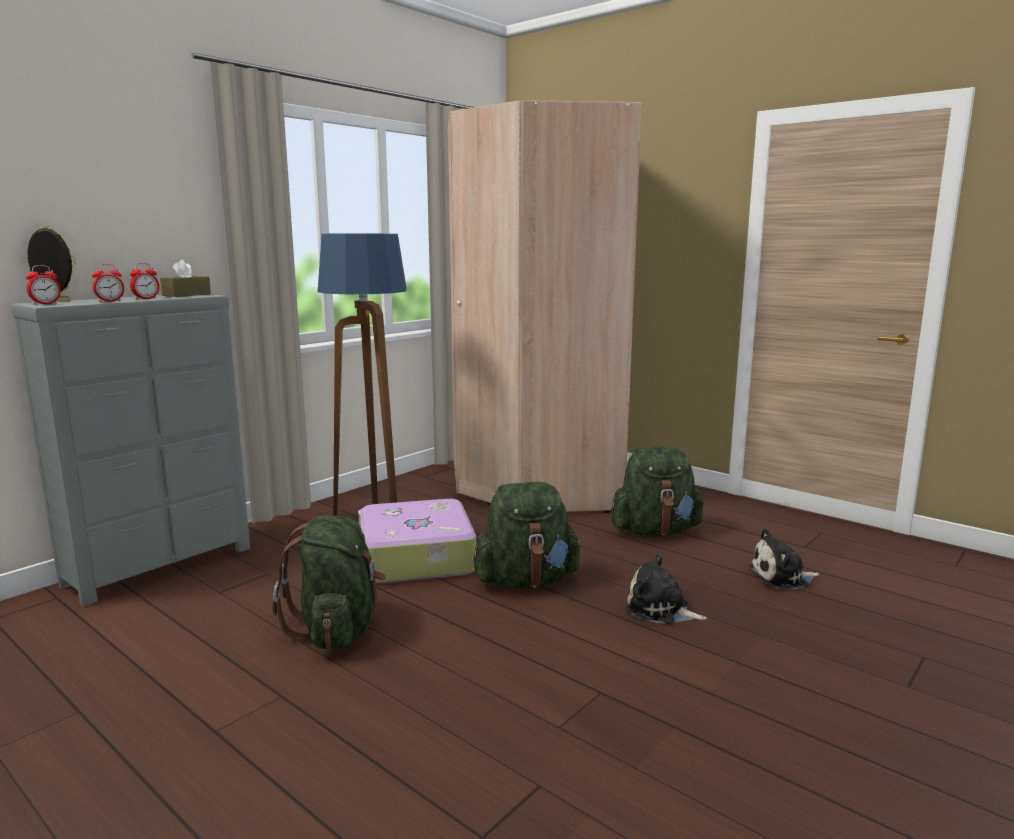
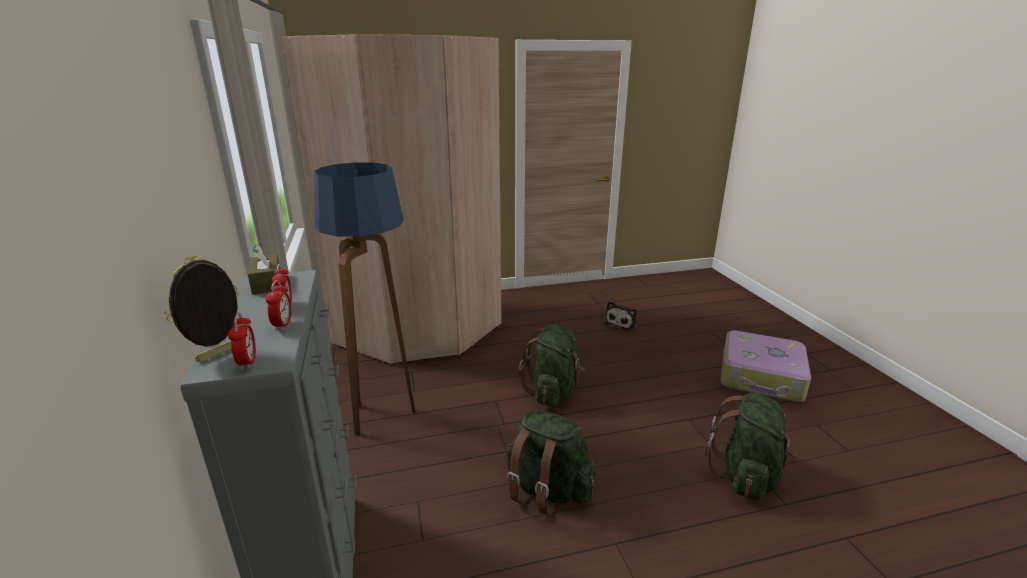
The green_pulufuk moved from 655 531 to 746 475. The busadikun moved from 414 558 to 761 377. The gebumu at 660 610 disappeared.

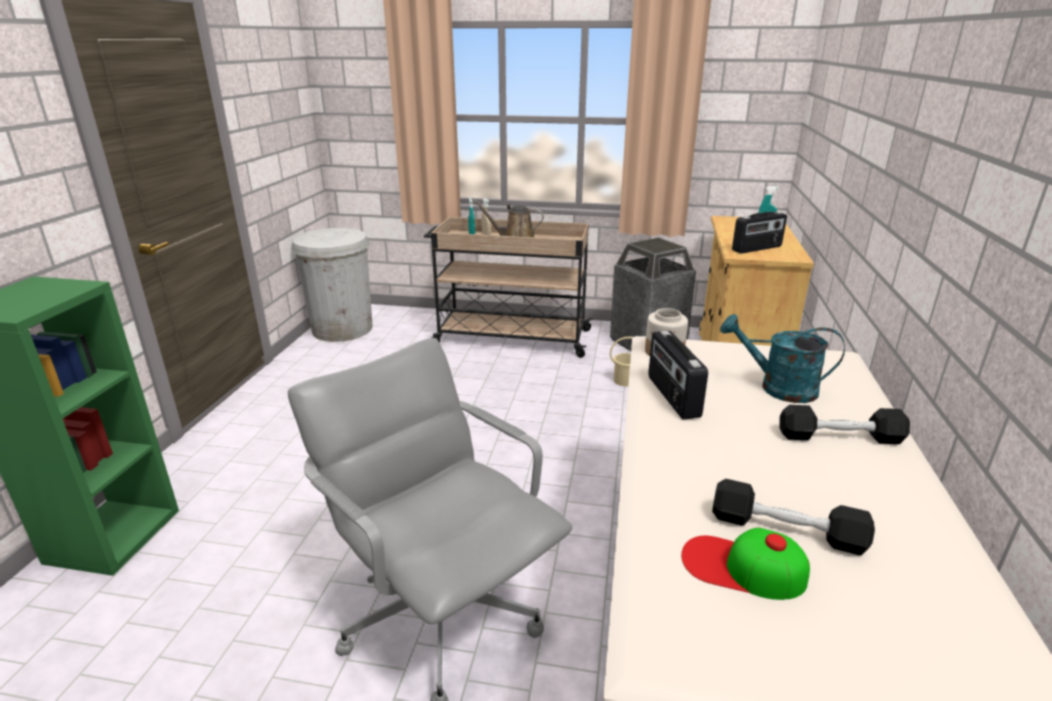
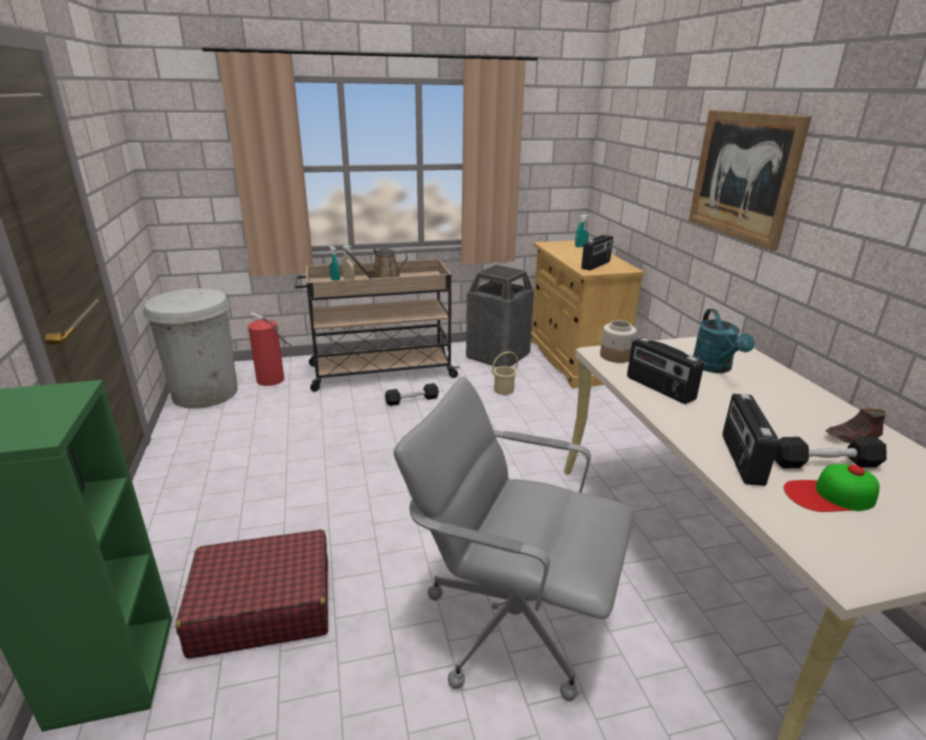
The red_busadikun at 262 606 appeared. The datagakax at 271 380 appeared. The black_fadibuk moved from 840 437 to 412 400. The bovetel at 743 176 appeared. The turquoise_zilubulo at 777 388 turned 90 degrees counterclockwise. The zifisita at 740 459 appeared. The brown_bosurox at 853 436 appeared.

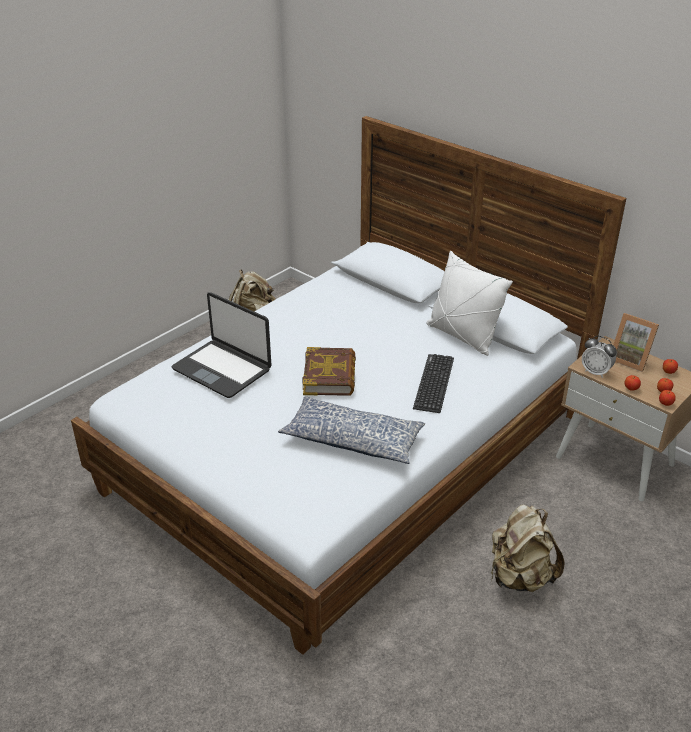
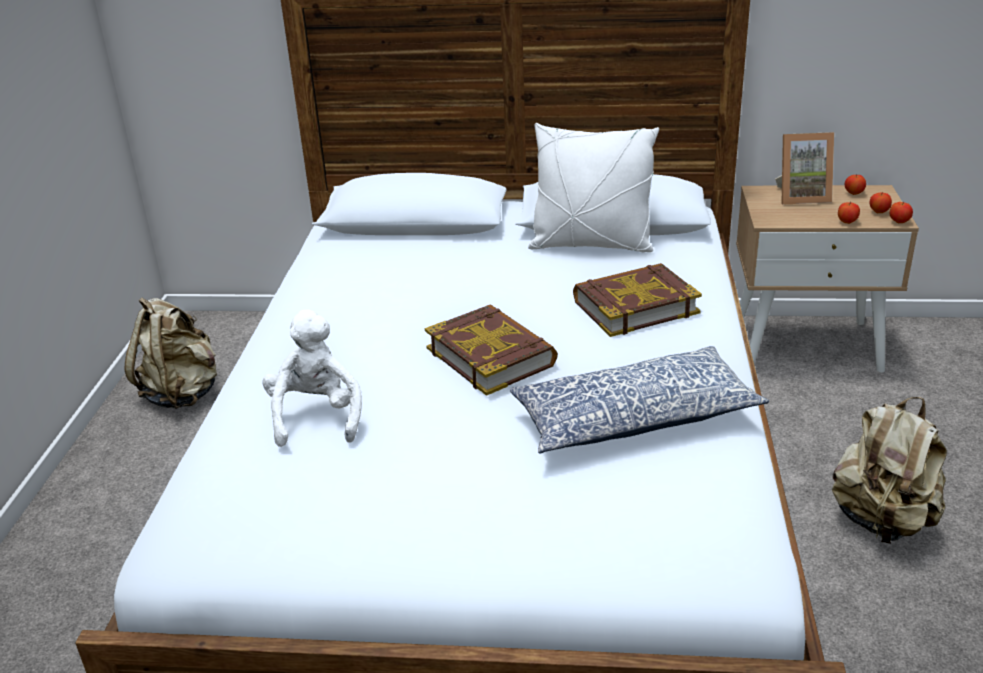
The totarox at 222 369 was replaced by the white_gebumu at 317 416. The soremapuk at 434 383 was replaced by the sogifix at 635 307. The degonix at 595 372 disappeared.

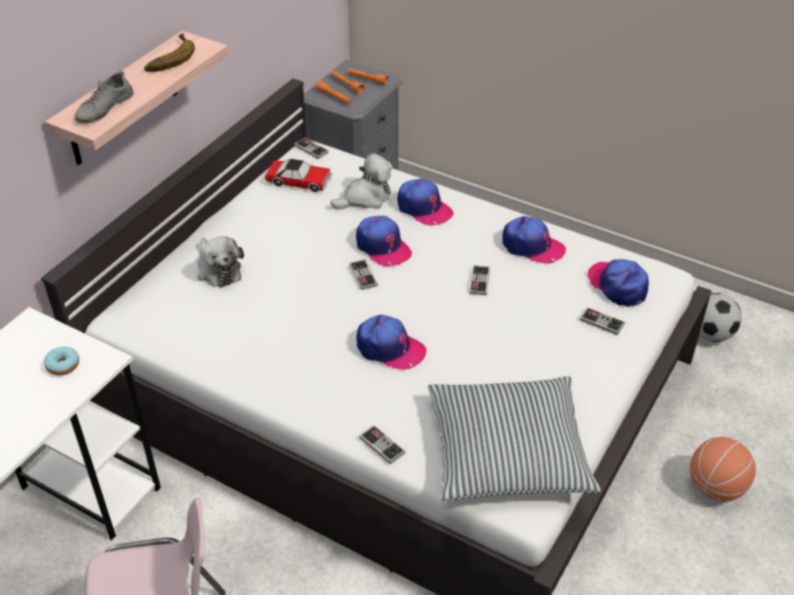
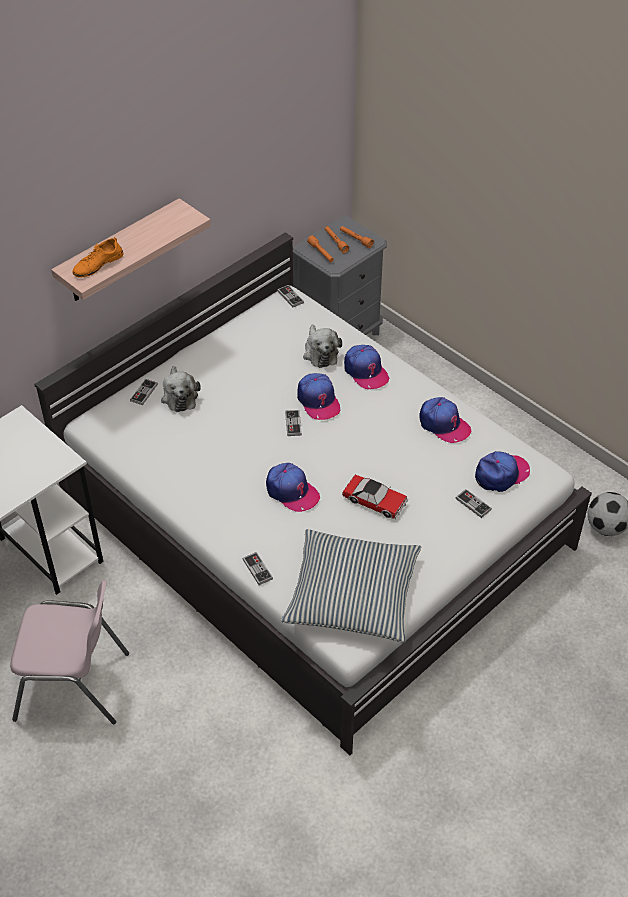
The grey_bosurox at 104 108 became the orange_bosurox at 98 264. The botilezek moved from 479 281 to 144 393. The gebumu at 365 198 turned 90 degrees clockwise. The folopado moved from 299 181 to 375 501. The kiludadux at 618 285 turned 75 degrees clockwise. The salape at 63 365 disappeared. The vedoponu at 167 57 disappeared. The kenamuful at 716 487 disappeared.

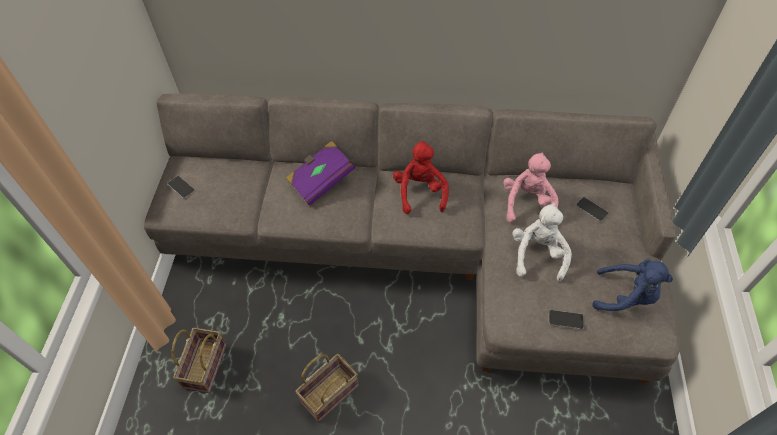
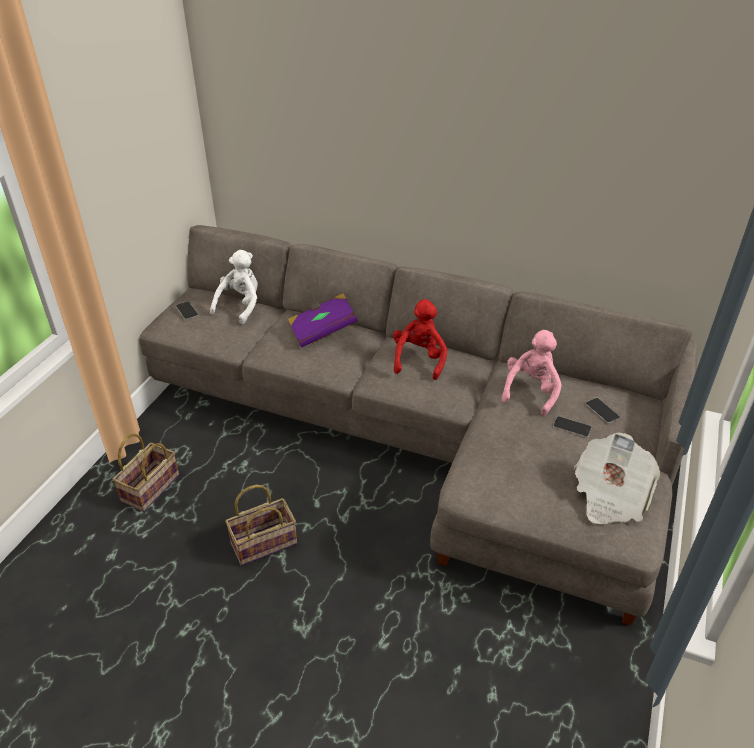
The white_gebumu moved from 538 254 to 240 306. The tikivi moved from 566 319 to 572 427. The blue_gebumu at 626 296 was replaced by the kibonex at 610 496.

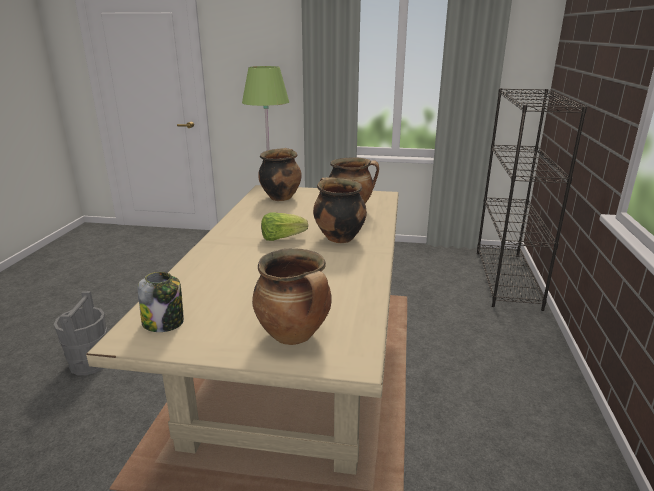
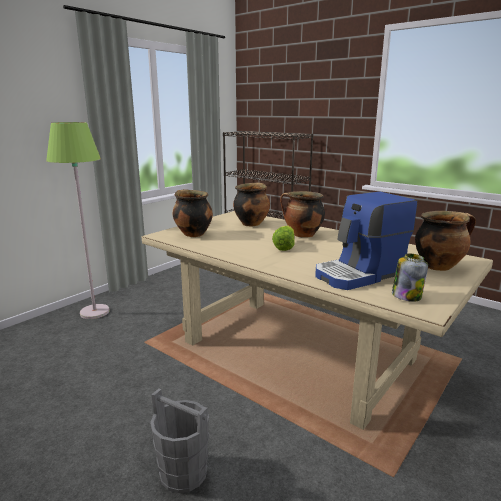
The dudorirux at 360 274 appeared.

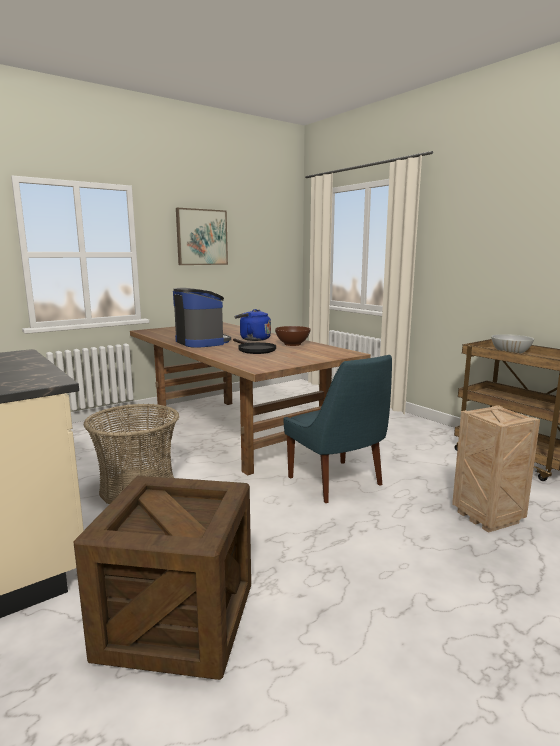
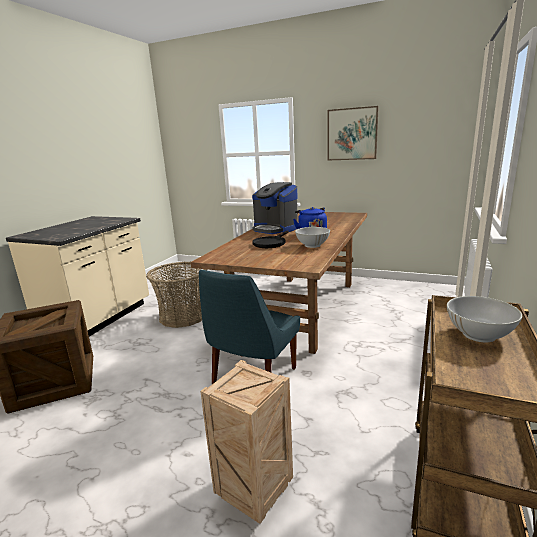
The dudorirux at 202 342 turned 105 degrees clockwise. The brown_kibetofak at 292 344 became the white_kibetofak at 312 245.

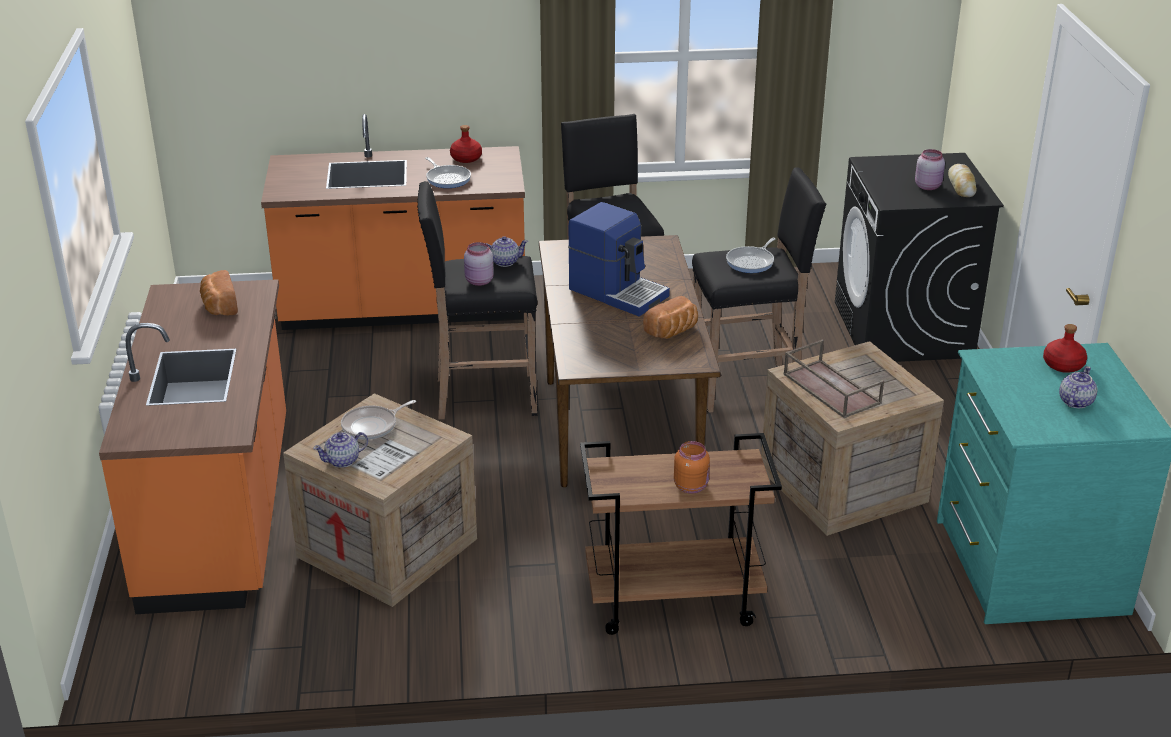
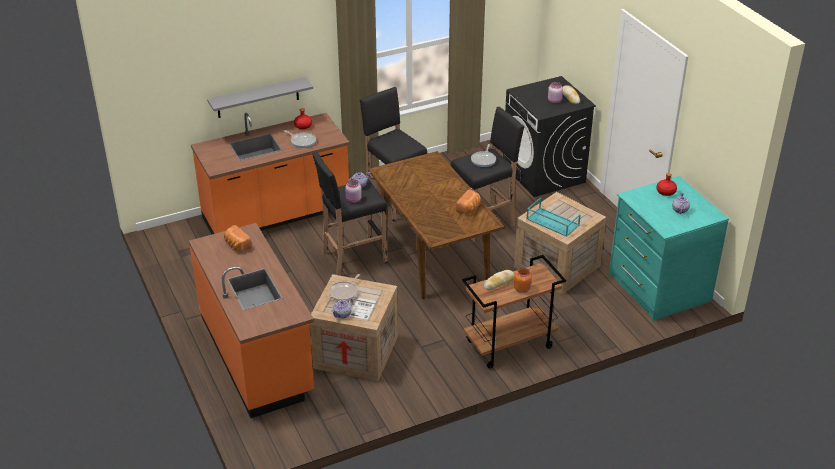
The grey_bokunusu at 258 98 appeared. The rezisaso at 499 282 appeared. The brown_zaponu at 830 388 became the turquoise_zaponu at 552 222. The dudorirux at 618 292 disappeared.

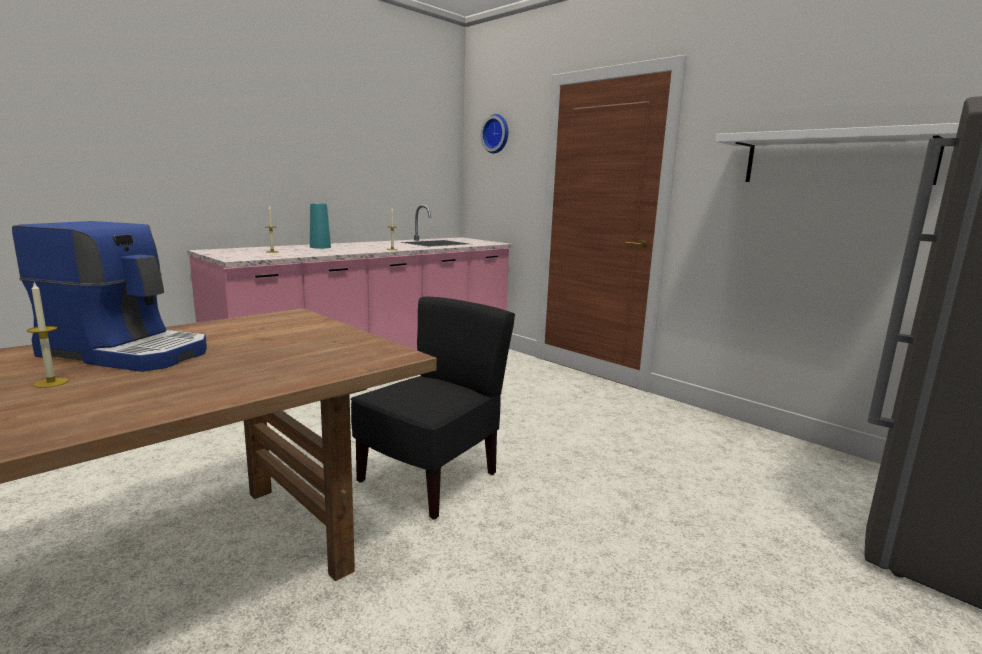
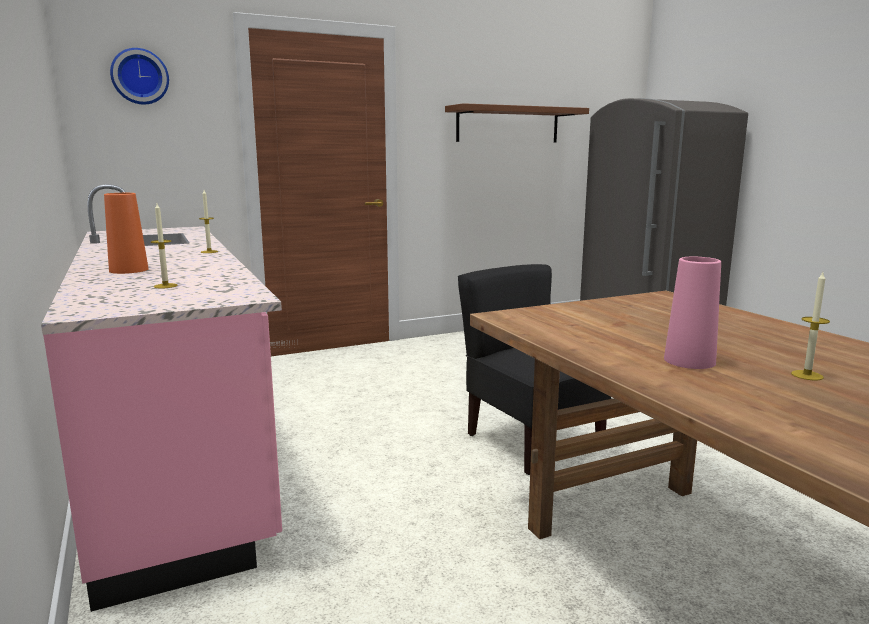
The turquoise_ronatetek at 320 247 became the orange_ronatetek at 129 270. The white_bokunusu at 835 159 became the brown_bokunusu at 508 125. The dudorirux at 128 352 was replaced by the pink_ronatetek at 689 361.

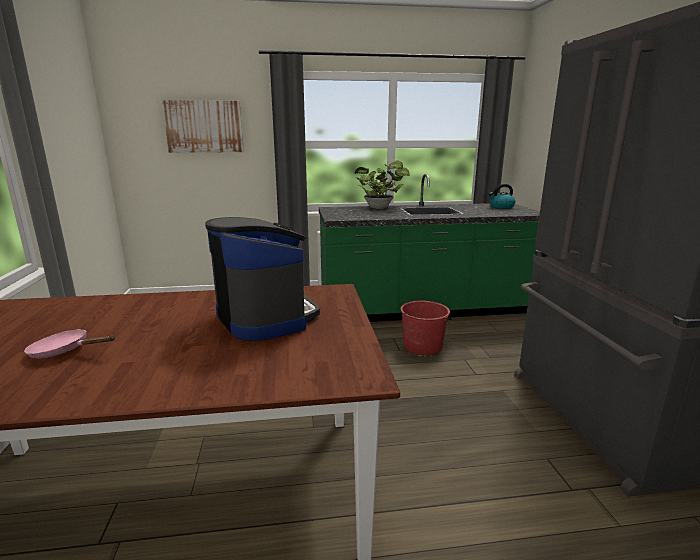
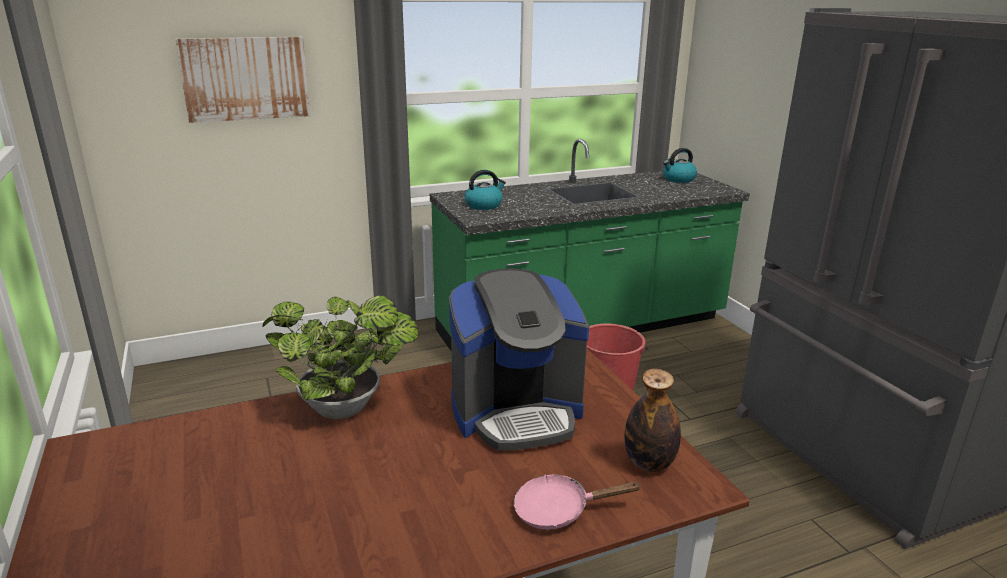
The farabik moved from 380 208 to 347 409. The dudorirux at 265 318 turned 120 degrees clockwise. The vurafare at 484 205 appeared. The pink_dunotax moved from 65 351 to 559 510. The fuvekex at 649 463 appeared.

